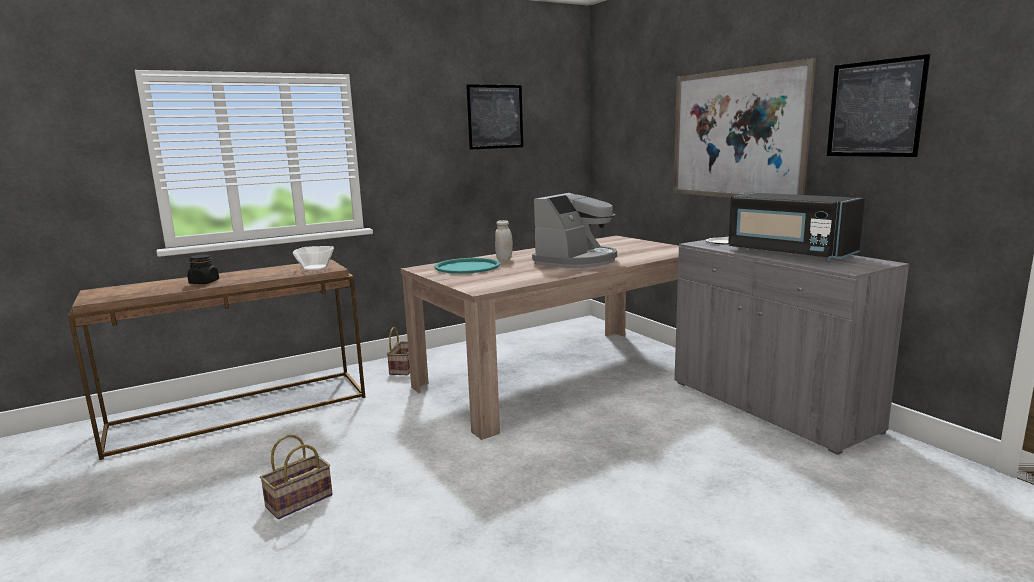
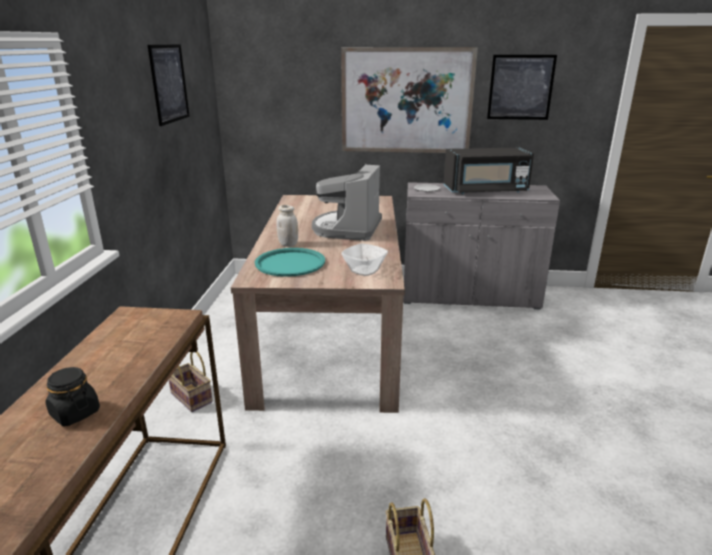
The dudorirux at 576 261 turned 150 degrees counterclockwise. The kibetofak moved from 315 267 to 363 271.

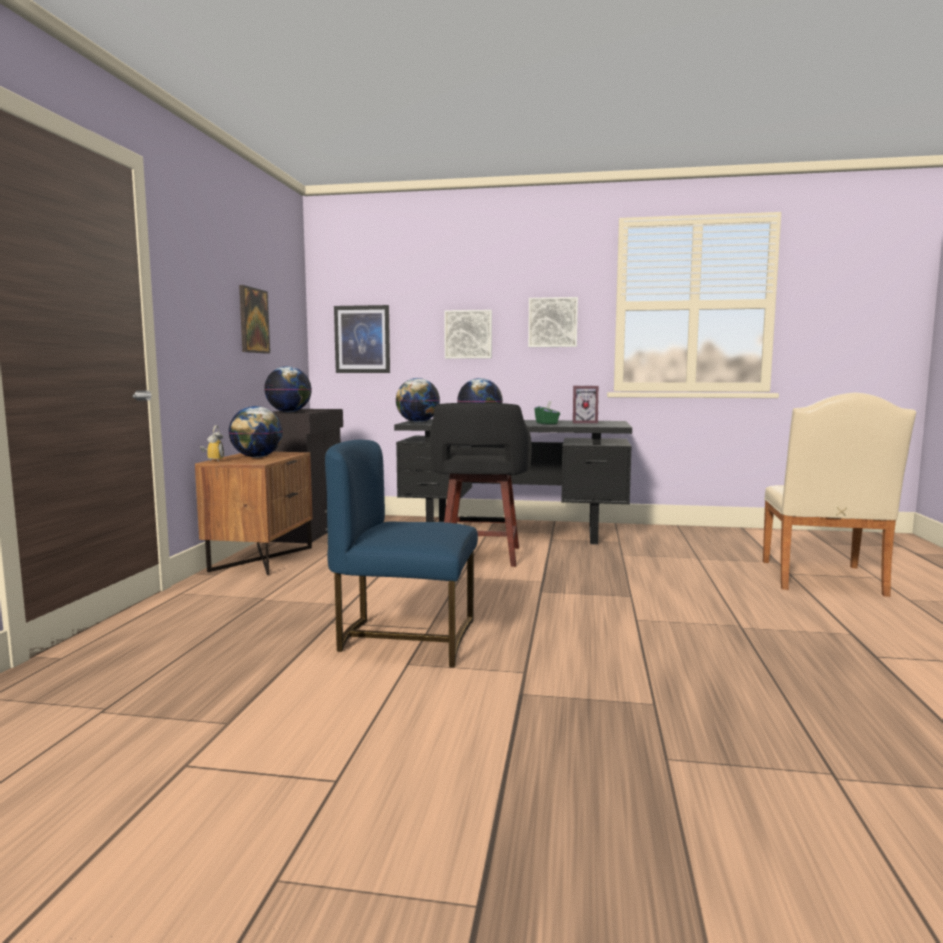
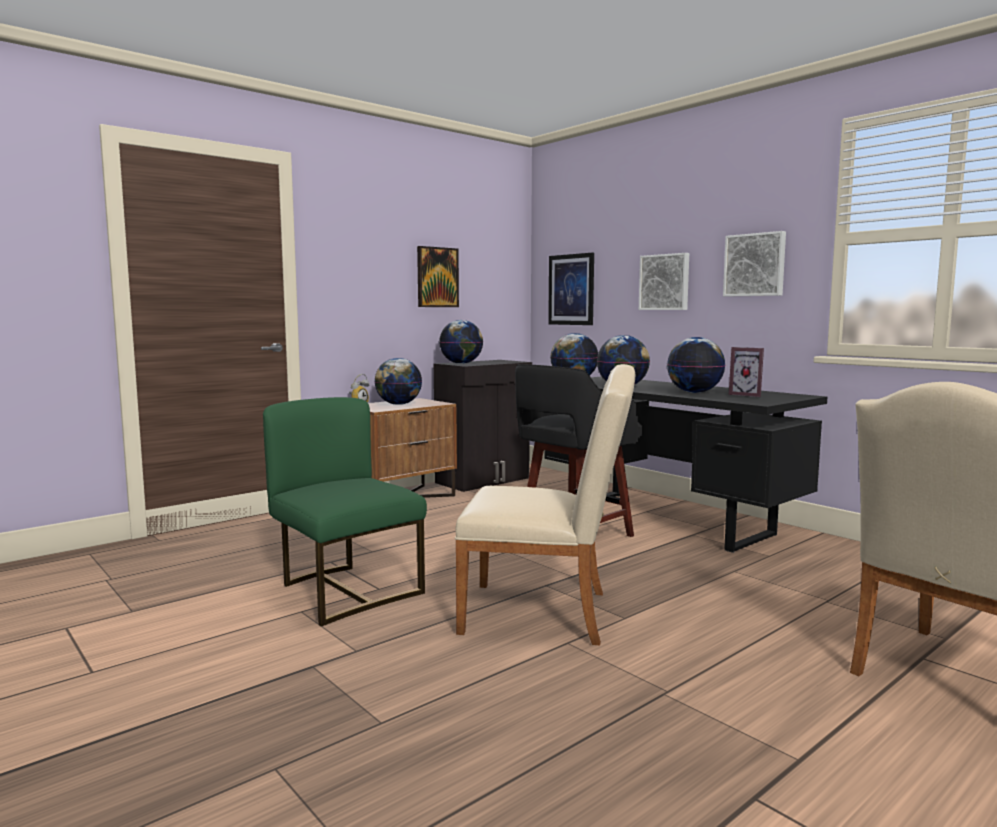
The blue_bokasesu at 406 638 became the green_bokasesu at 345 591. The beige_bokasesu at 547 613 appeared. The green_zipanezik at 547 423 was replaced by the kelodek at 694 392.

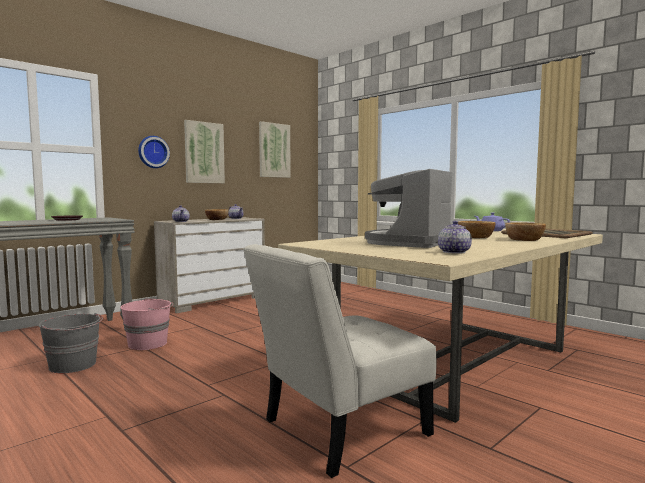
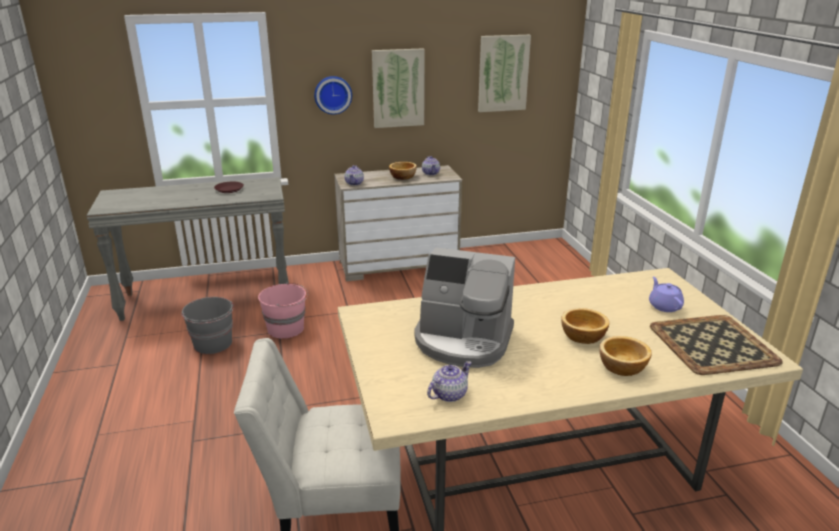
The dudorirux at 408 243 turned 135 degrees counterclockwise.

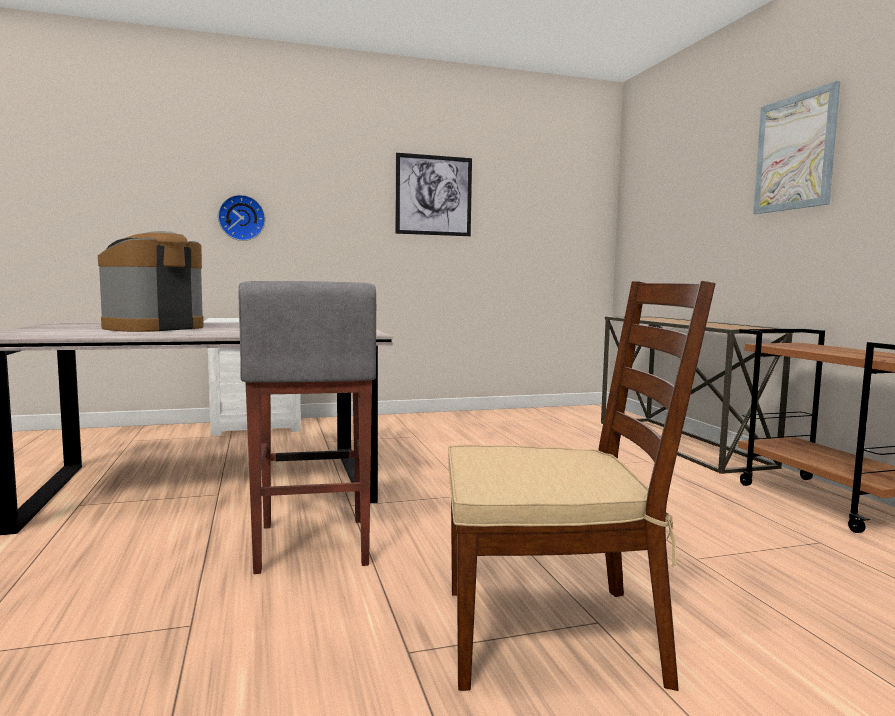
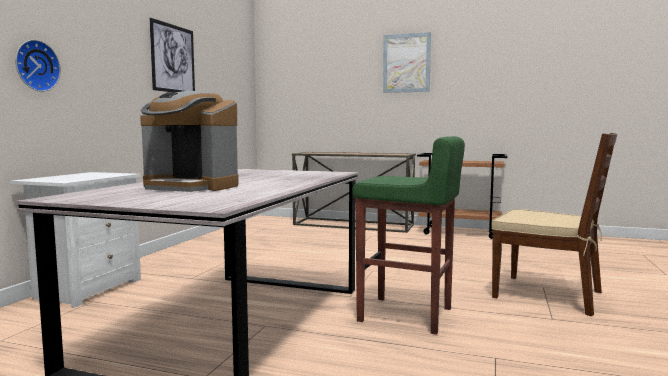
The dudorirux at 153 328 turned 45 degrees counterclockwise. The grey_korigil at 311 545 became the green_korigil at 406 315. The brown_bokasesu at 553 633 turned 90 degrees clockwise.

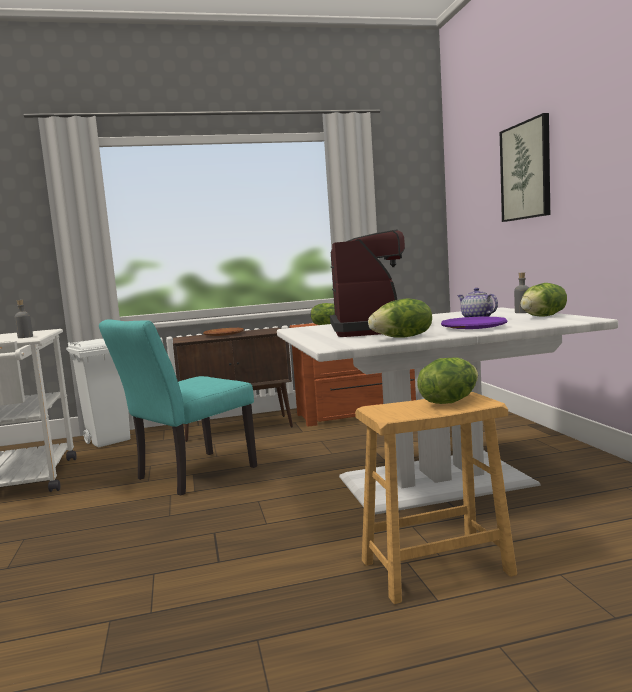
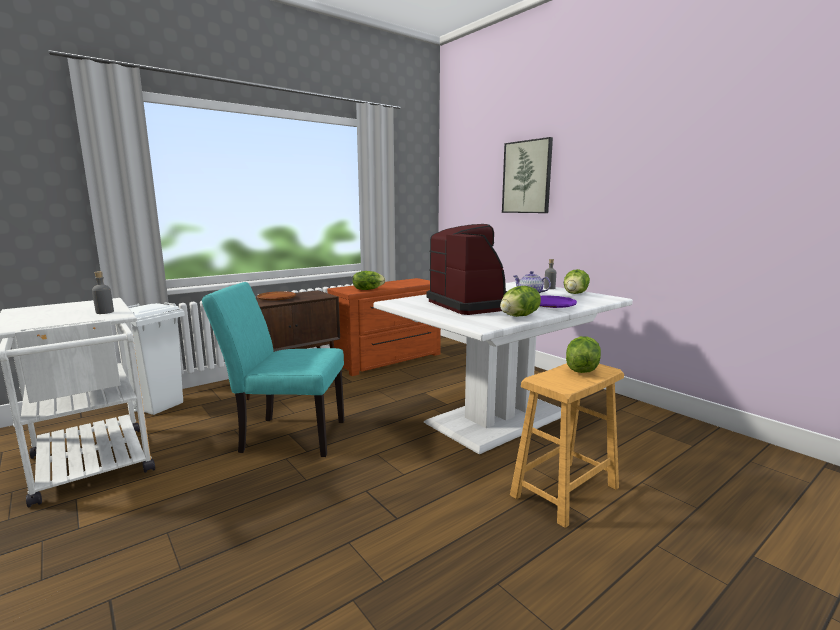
The turquoise_bokasesu at 189 475 turned 75 degrees clockwise.

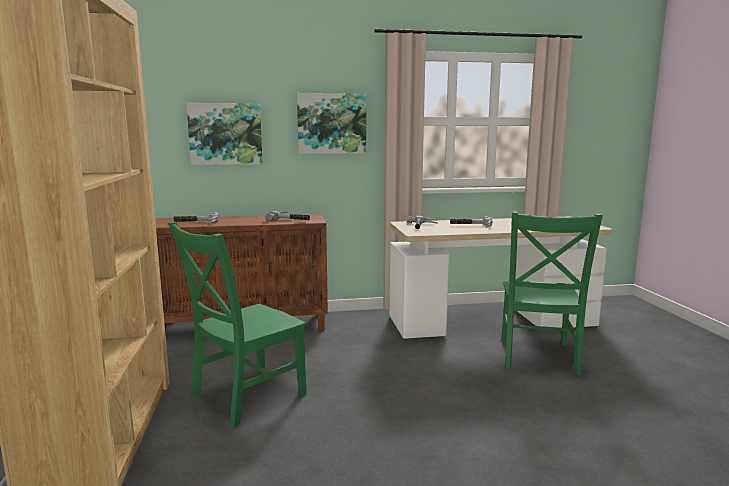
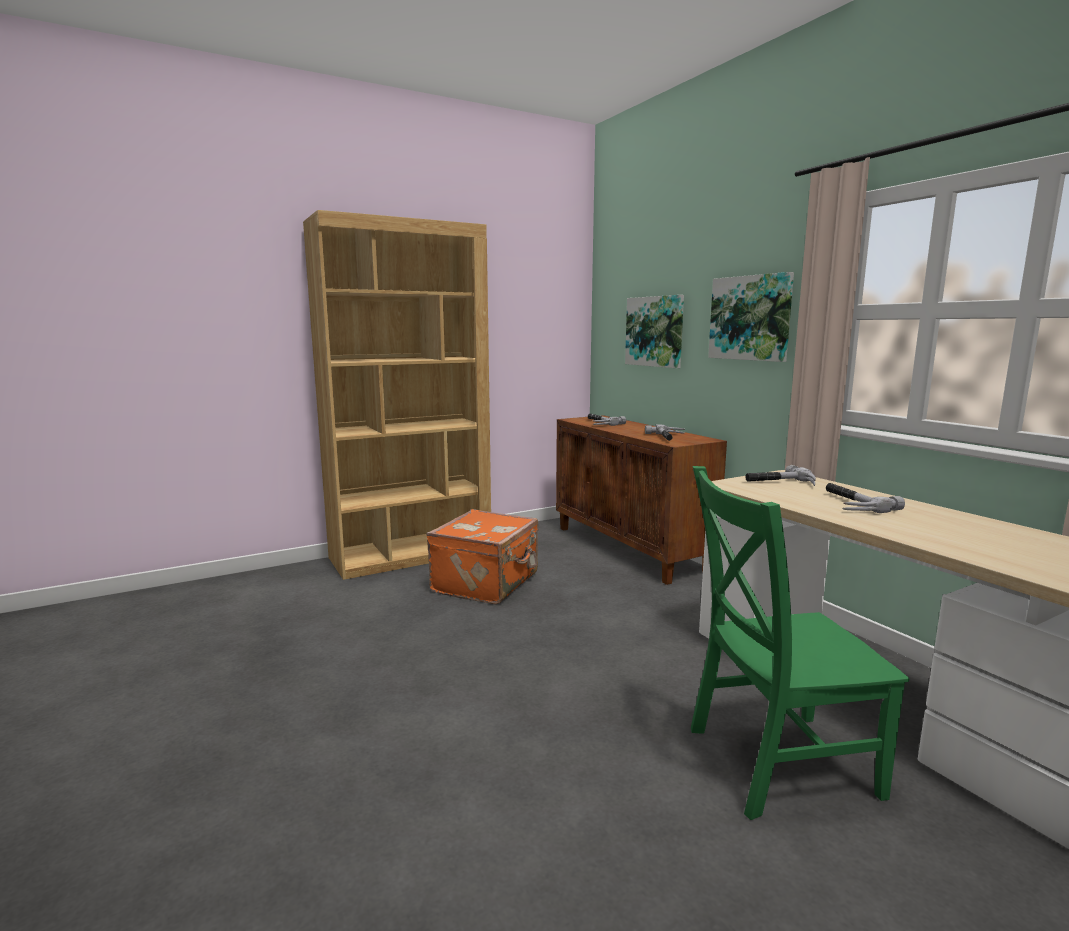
The green_bokasesu at 244 396 was replaced by the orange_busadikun at 487 583.

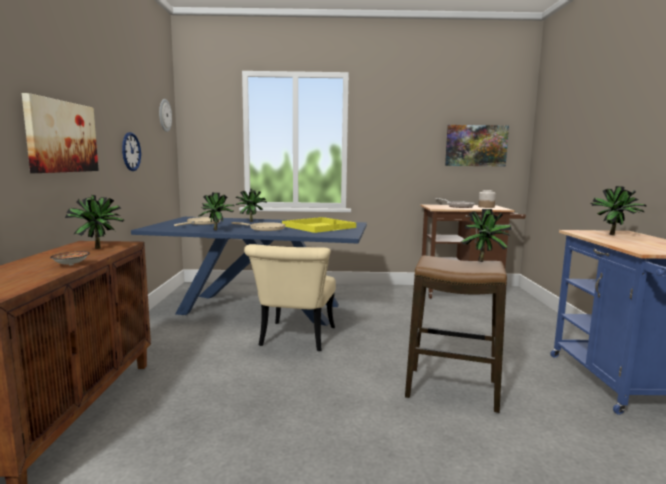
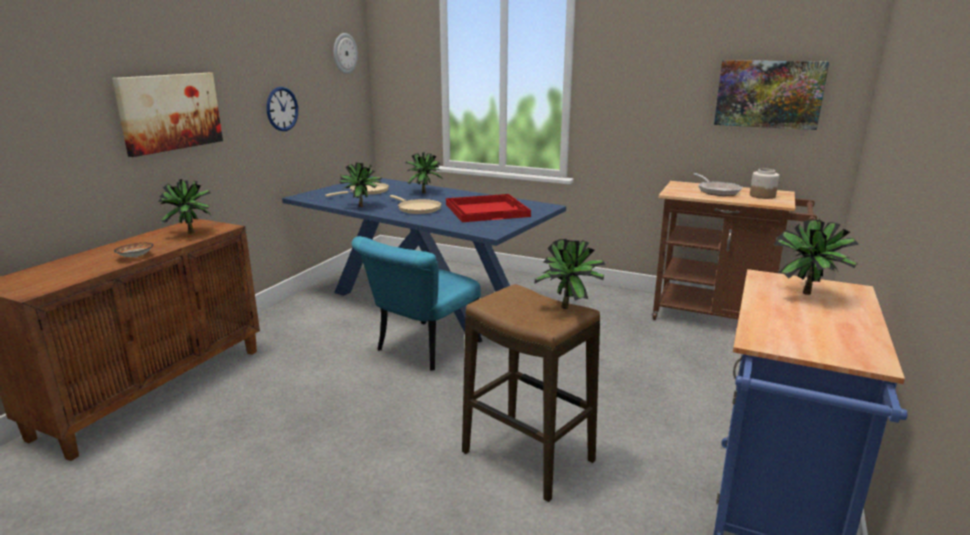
The beige_bokasesu at 295 340 became the turquoise_bokasesu at 421 350. The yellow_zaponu at 318 226 became the red_zaponu at 487 210.

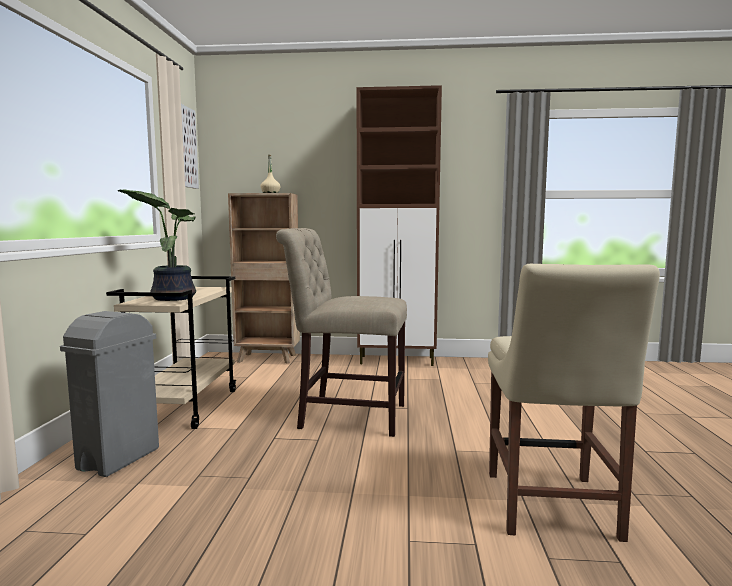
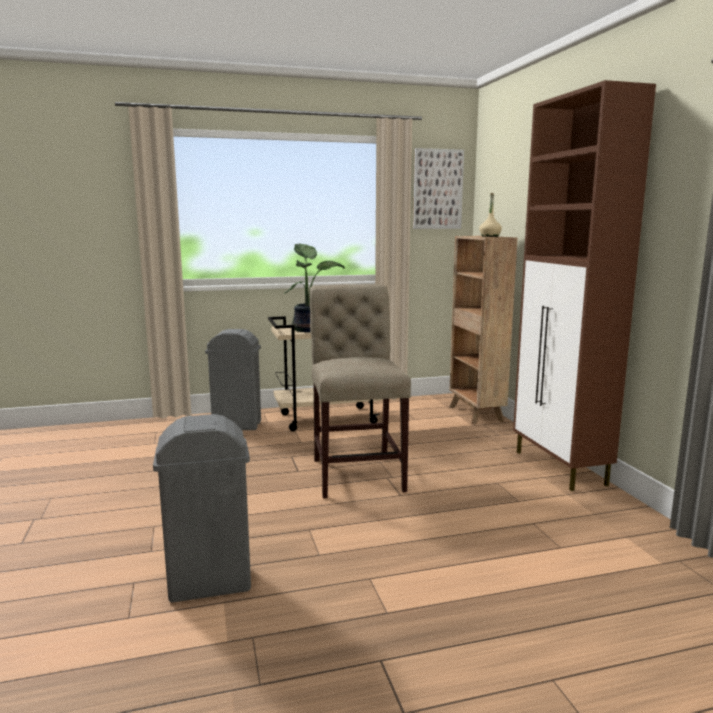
The beige_bokasesu at 551 508 was replaced by the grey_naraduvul at 209 583.

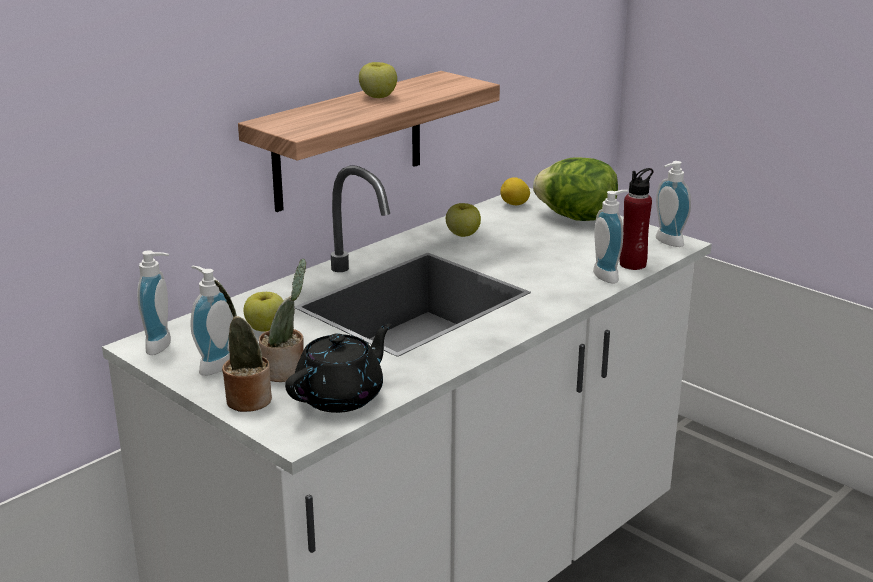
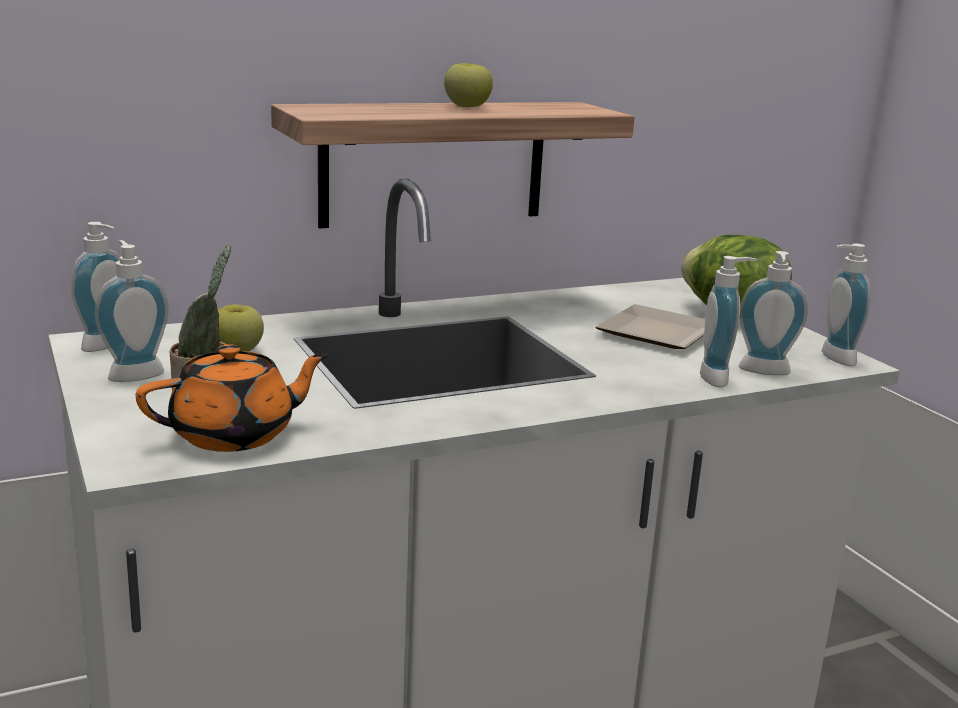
The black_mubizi at 341 396 became the orange_mubizi at 235 434. The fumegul at 652 333 appeared. The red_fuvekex at 633 264 was replaced by the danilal at 764 372. The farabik at 246 399 disappeared. The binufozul at 462 234 disappeared. The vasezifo at 515 204 disappeared.

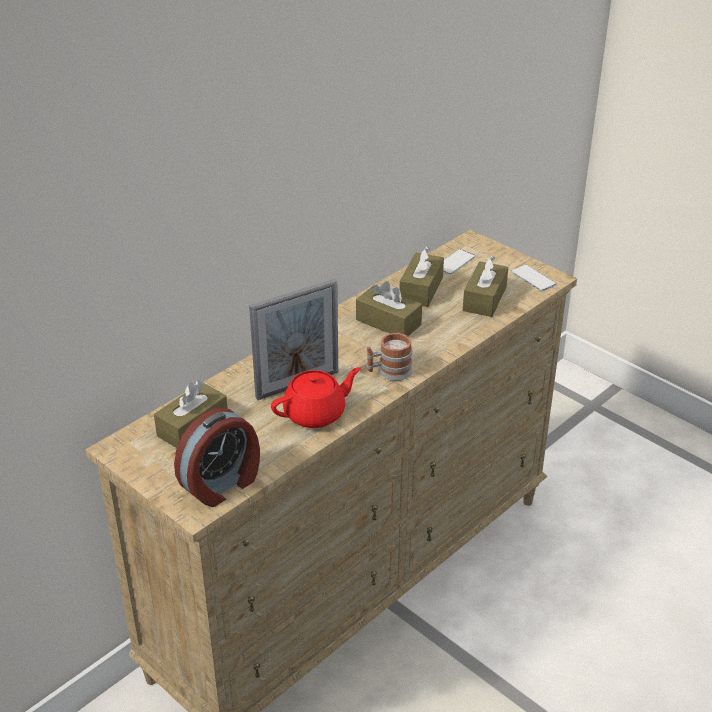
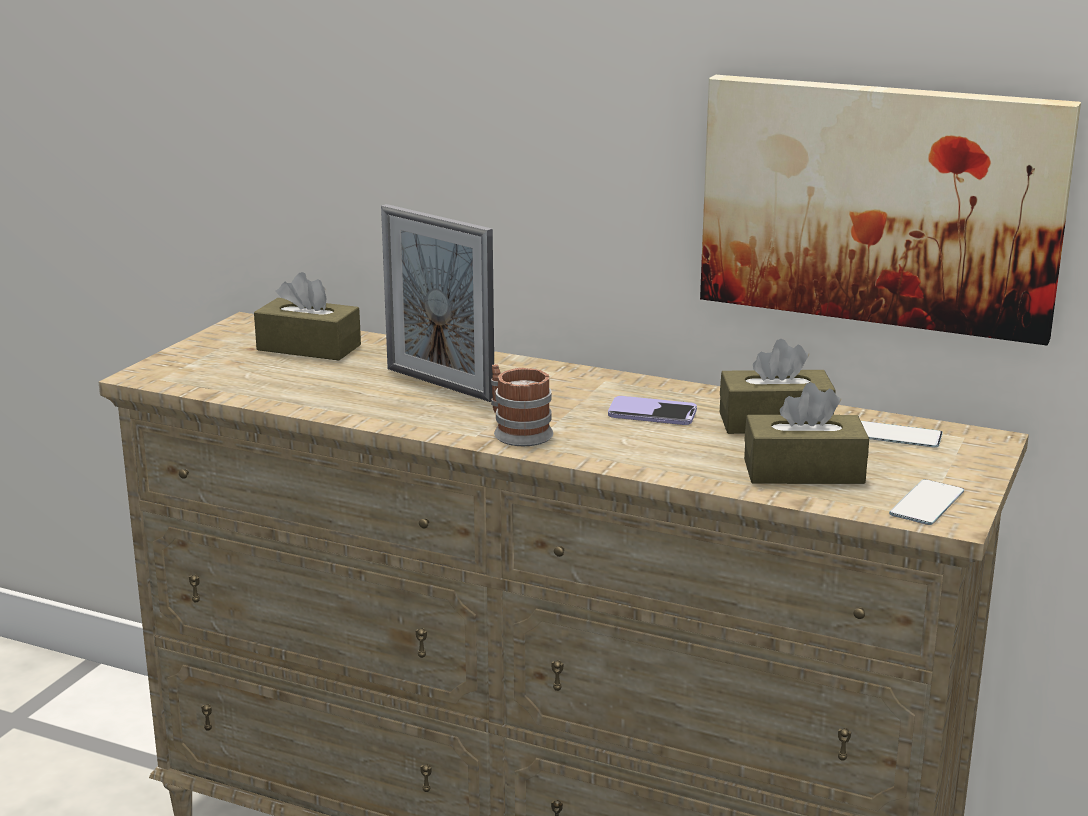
The brown_zipanezik at 388 322 was replaced by the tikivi at 652 413. The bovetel at 880 204 appeared. The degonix at 222 484 disappeared. The red_mubizi at 316 414 disappeared.

